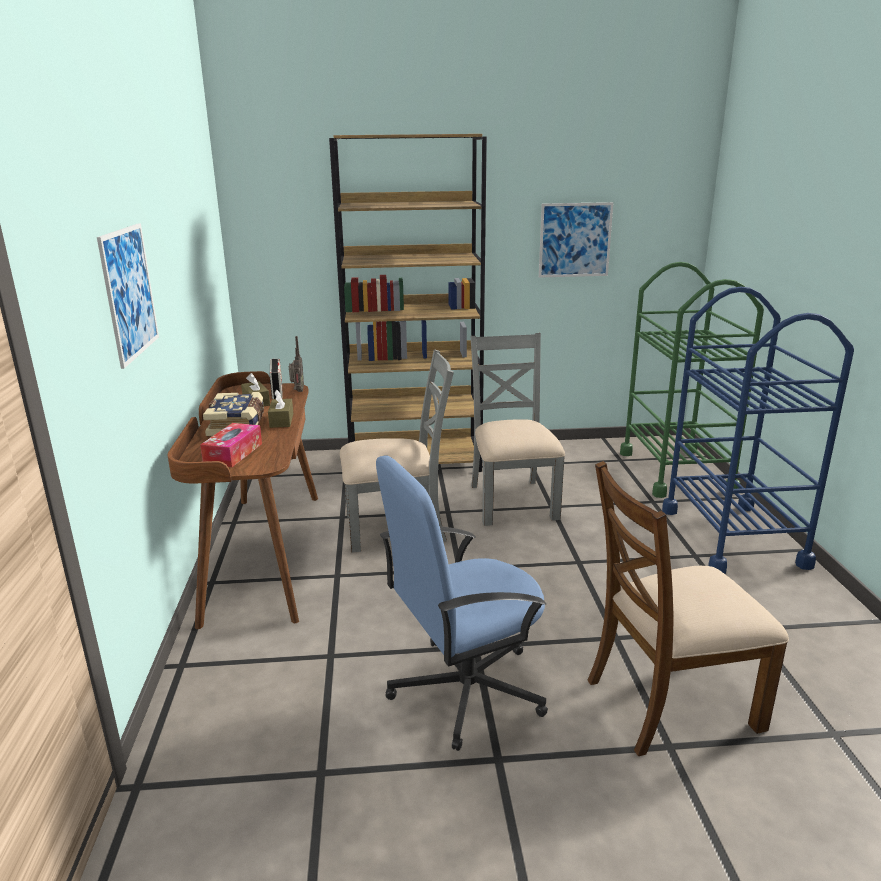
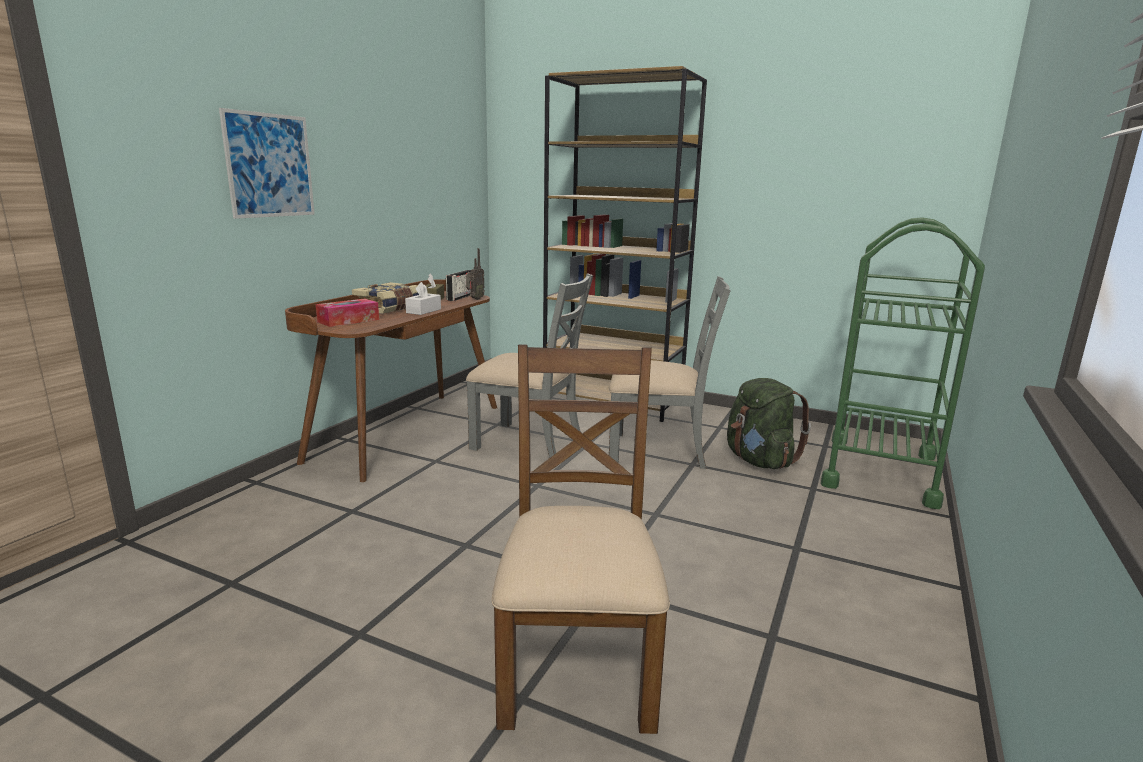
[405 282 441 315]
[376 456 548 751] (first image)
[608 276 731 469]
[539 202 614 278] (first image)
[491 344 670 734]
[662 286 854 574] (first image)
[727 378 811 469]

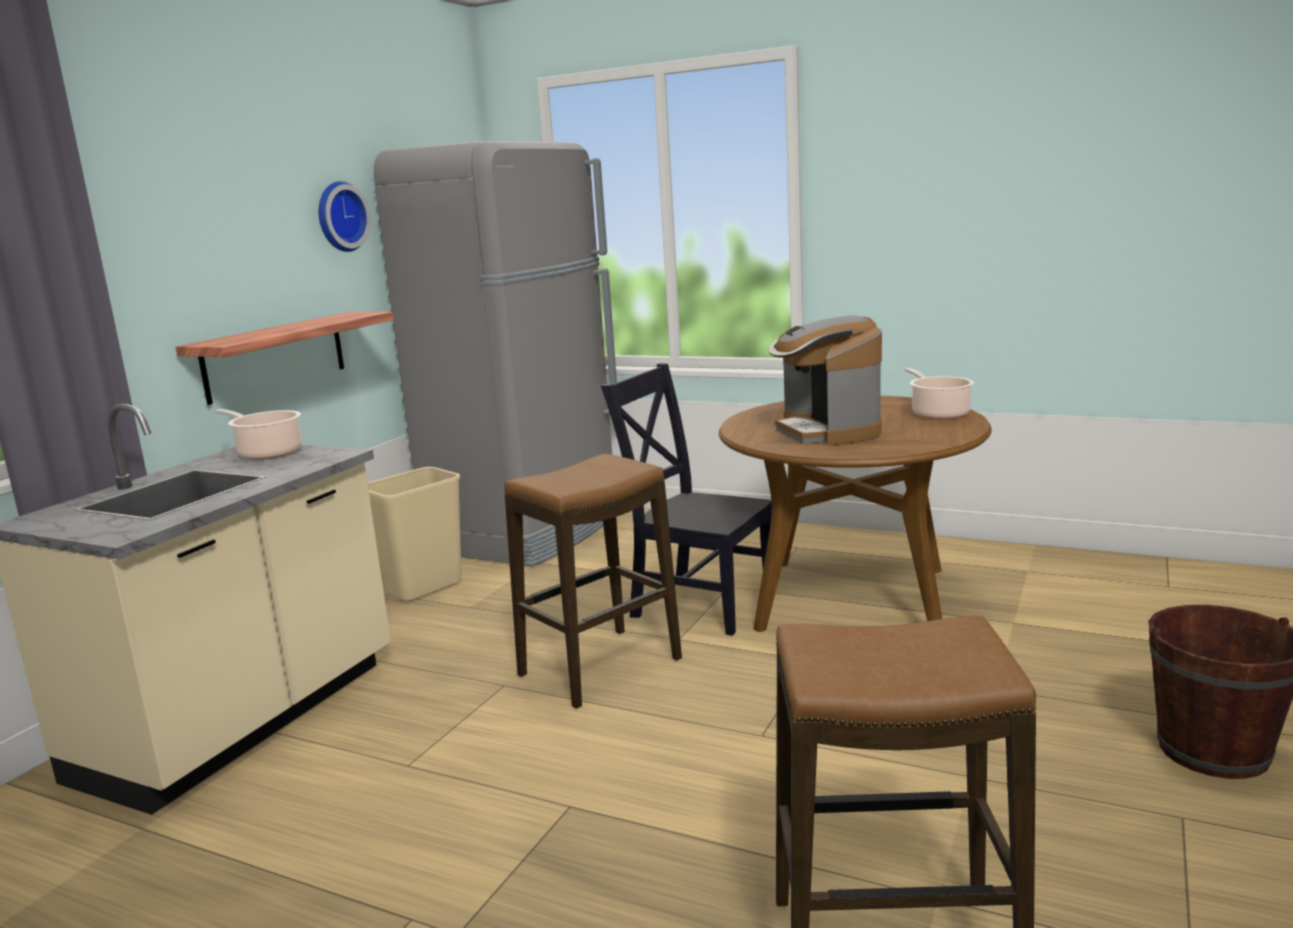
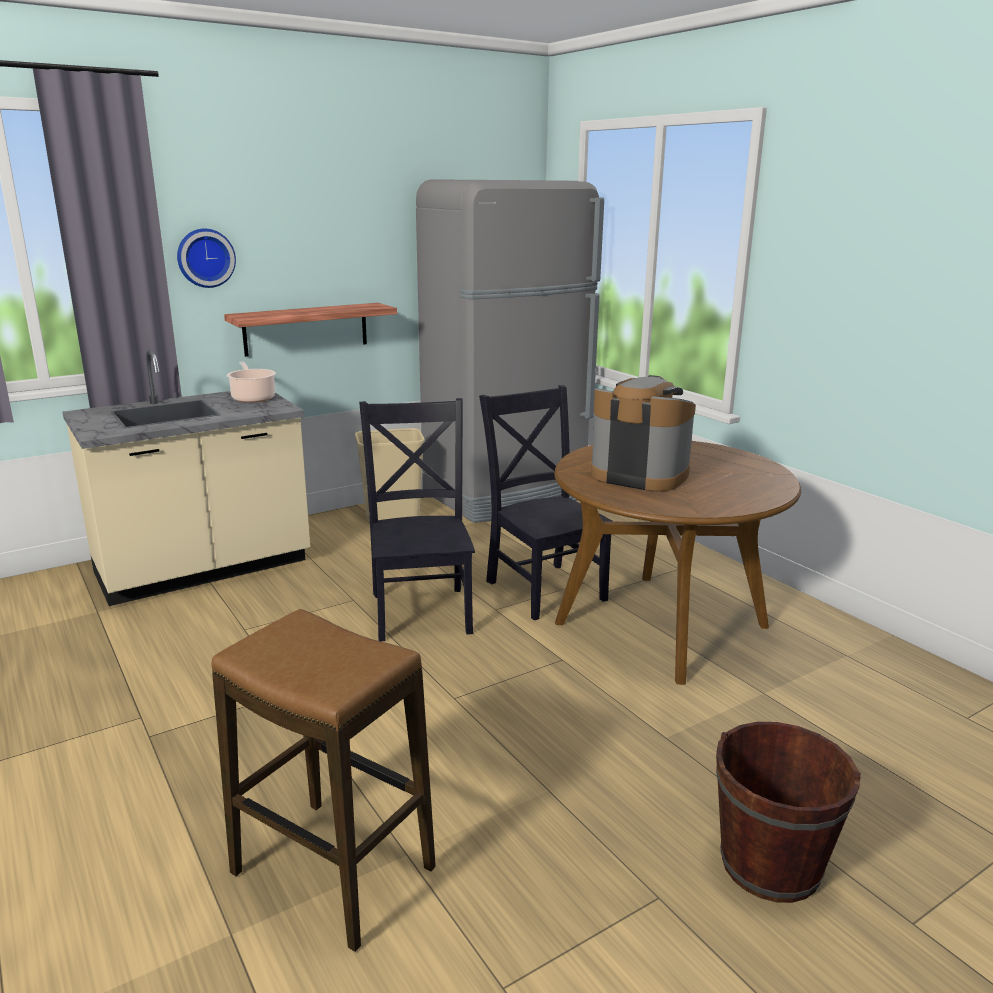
[177 229 236 288]
[359 398 475 641]
[591 375 696 492]
[905 368 974 419] (first image)

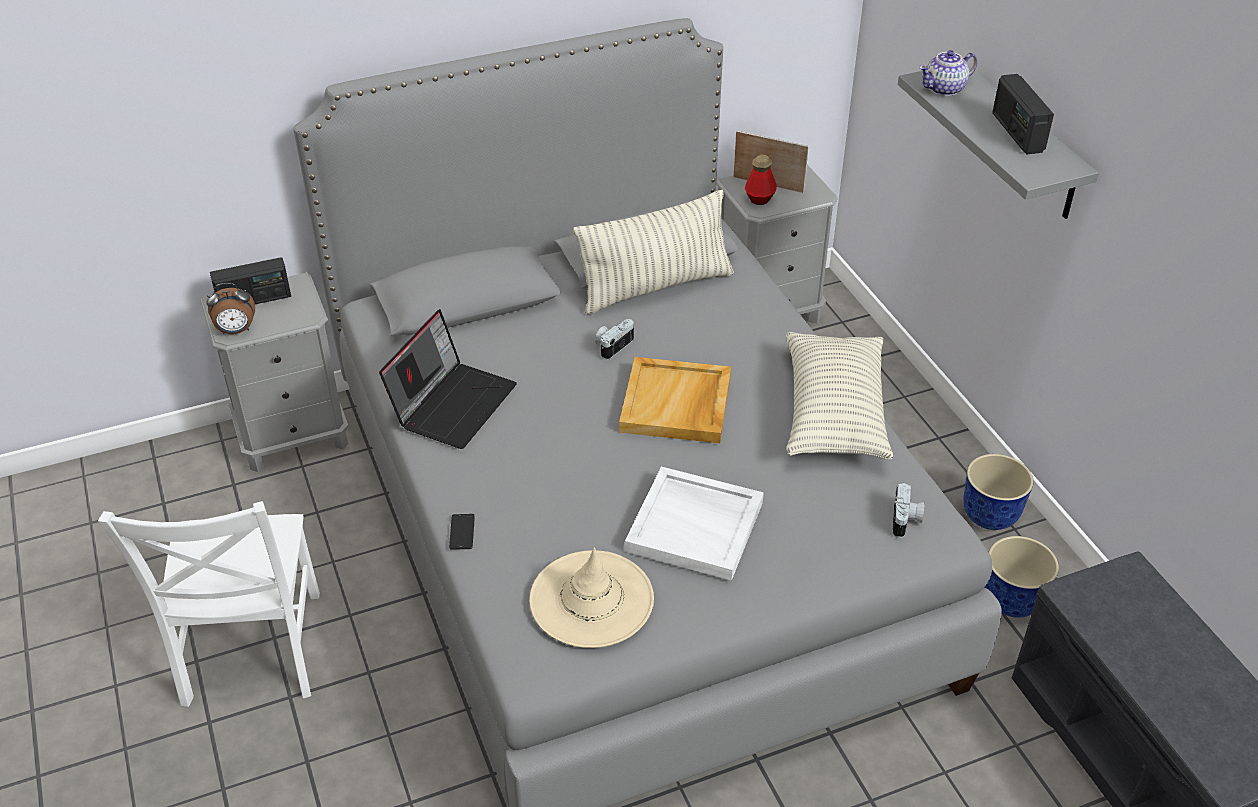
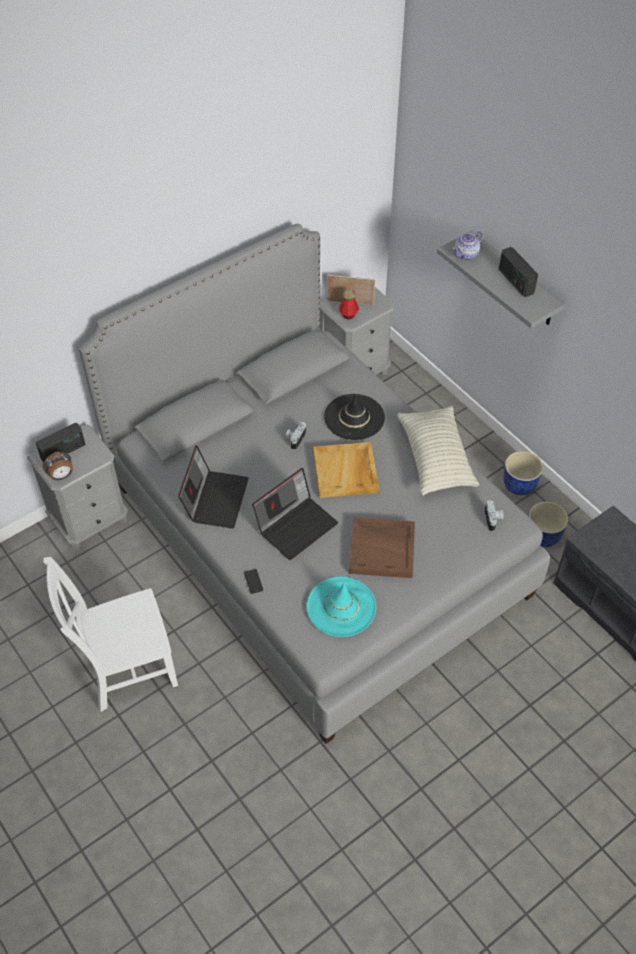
[43 557 178 712]
[307 576 376 637]
[573 189 734 315] (first image)
[349 517 415 578]
[252 468 338 560]
[324 394 385 440]

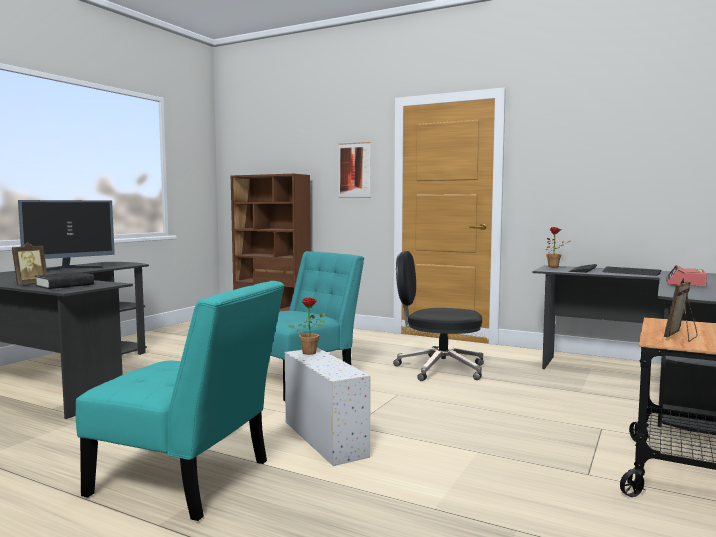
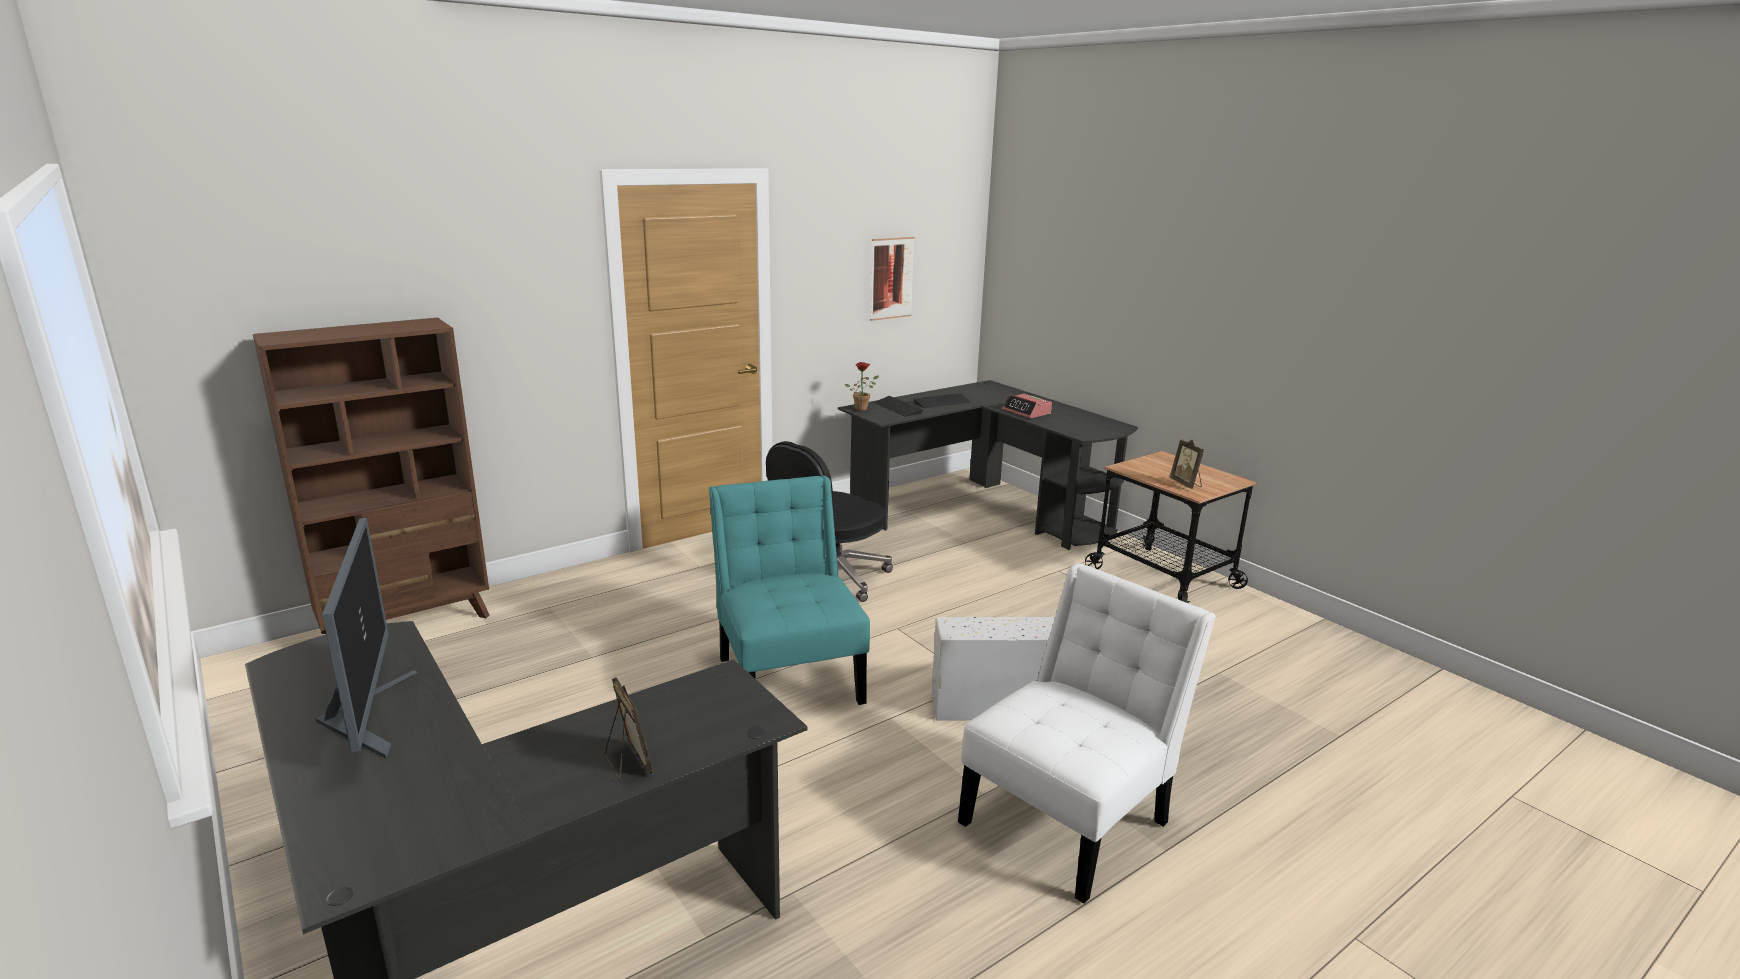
[35 272 94 289] (first image)
[958 563 1216 904]
[288 297 326 355] (first image)
[870 237 915 321]

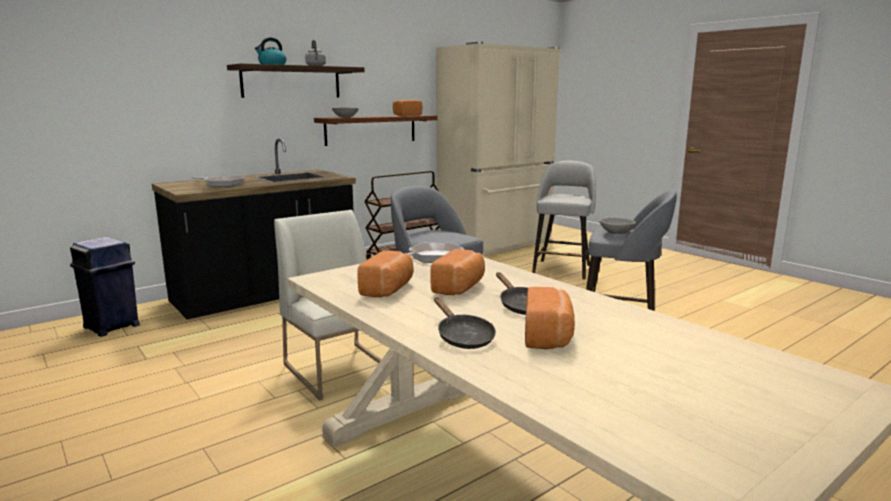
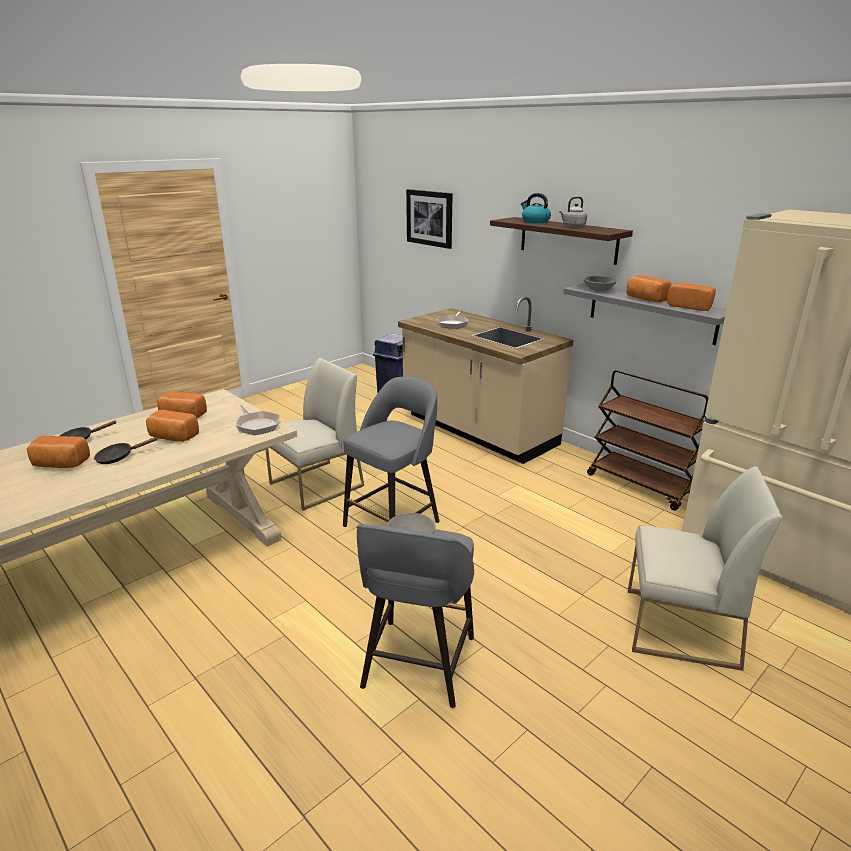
[398 297 573 464]
[563 283 726 345]
[628 466 783 671]
[406 189 453 249]
[627 275 671 302]

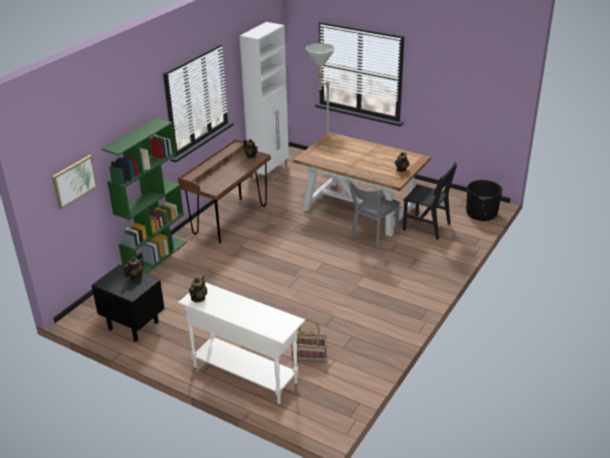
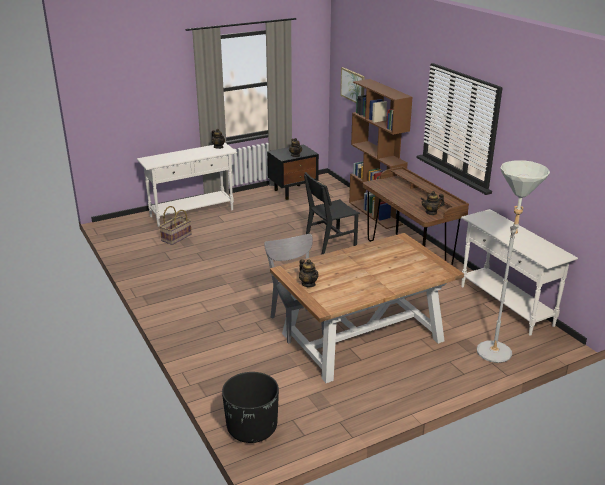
[349 79 413 229]
[461 209 578 336]
[304 172 360 255]

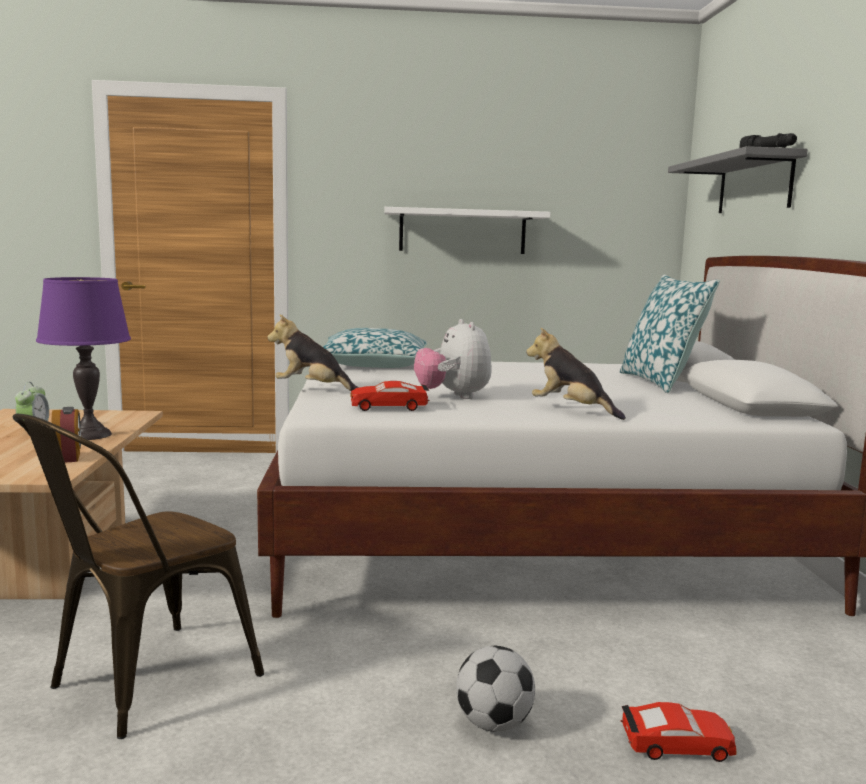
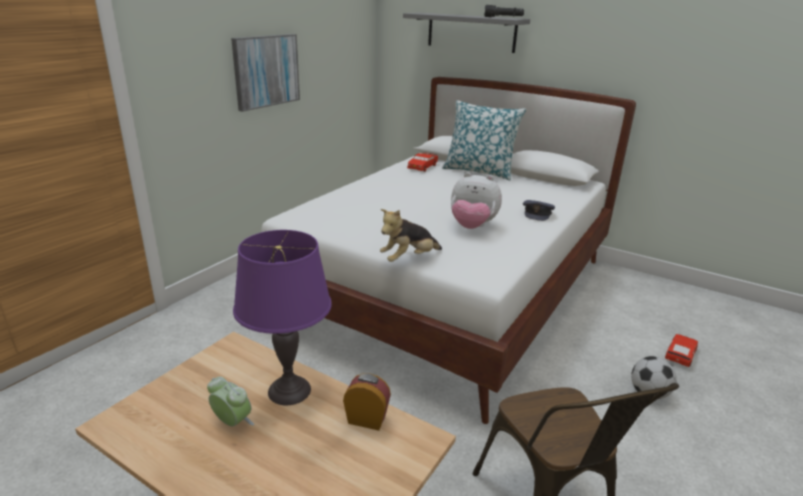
[323 328 427 368] (first image)
[407 152 438 172]
[231 34 300 112]
[523 200 555 221]

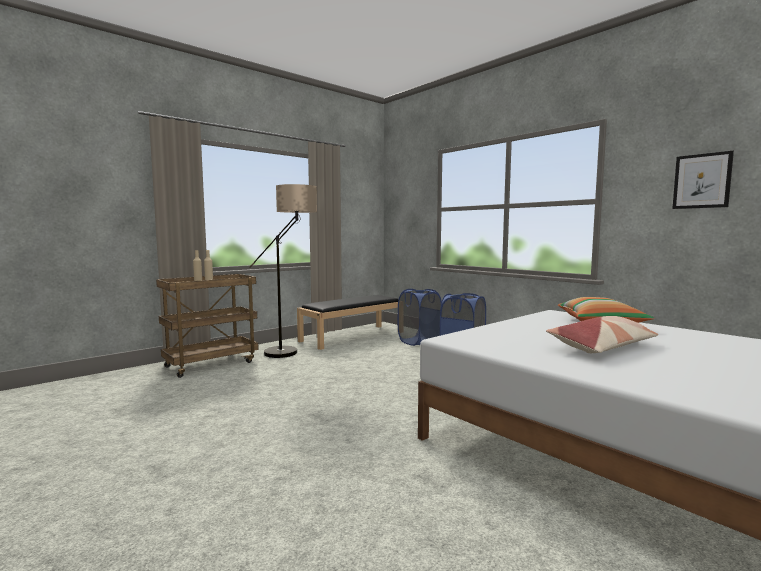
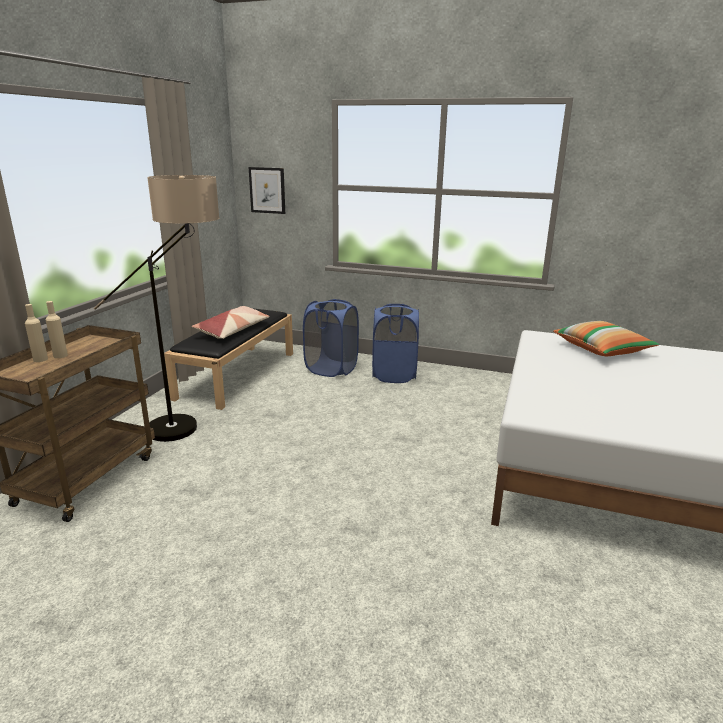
[192 306 270 339]
[249 167 285 214]

